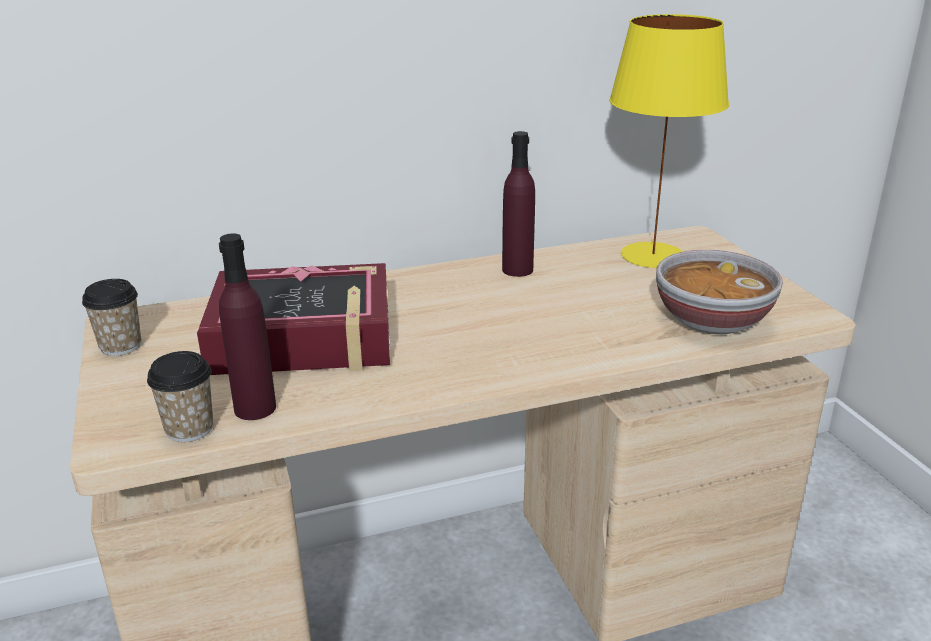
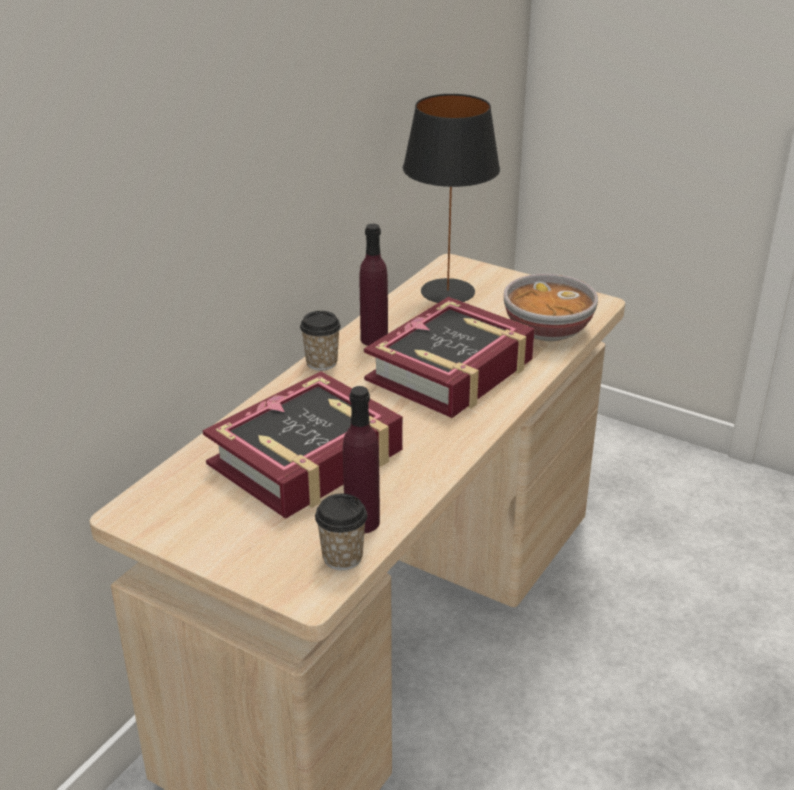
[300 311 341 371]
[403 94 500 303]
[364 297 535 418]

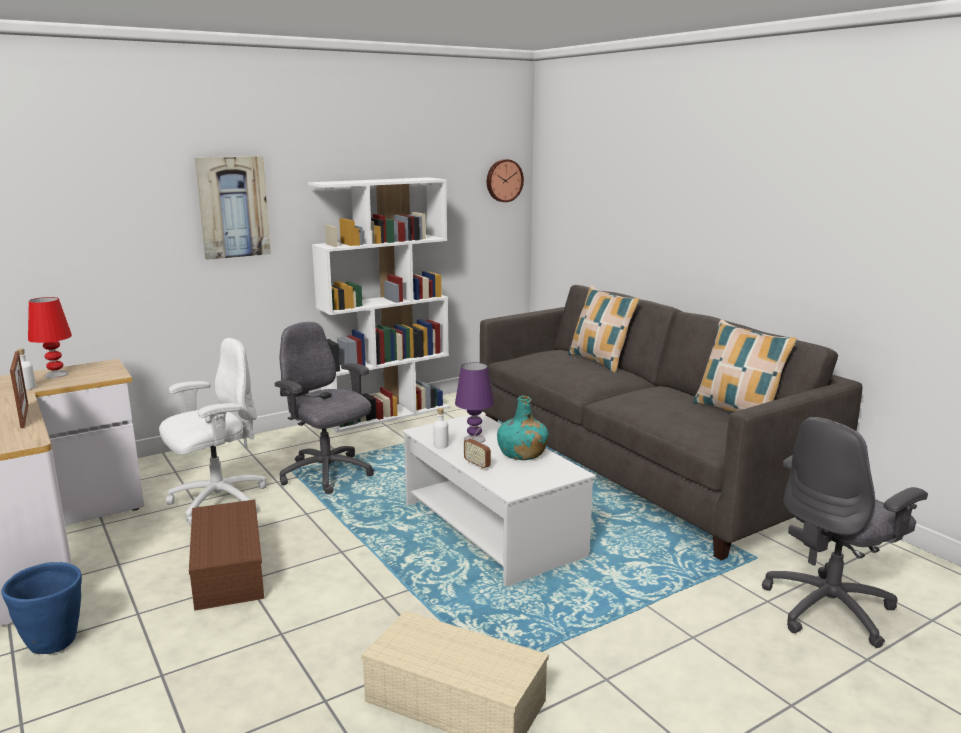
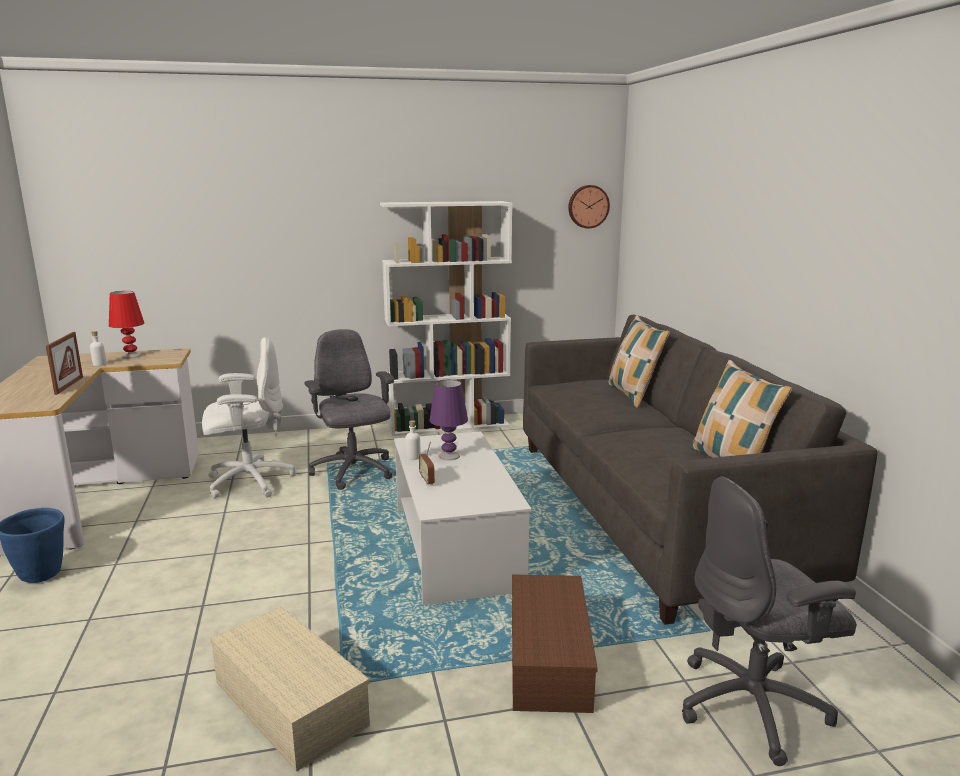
[512 574 598 713]
[195 156 271 260] (first image)
[497 396 549 460] (first image)

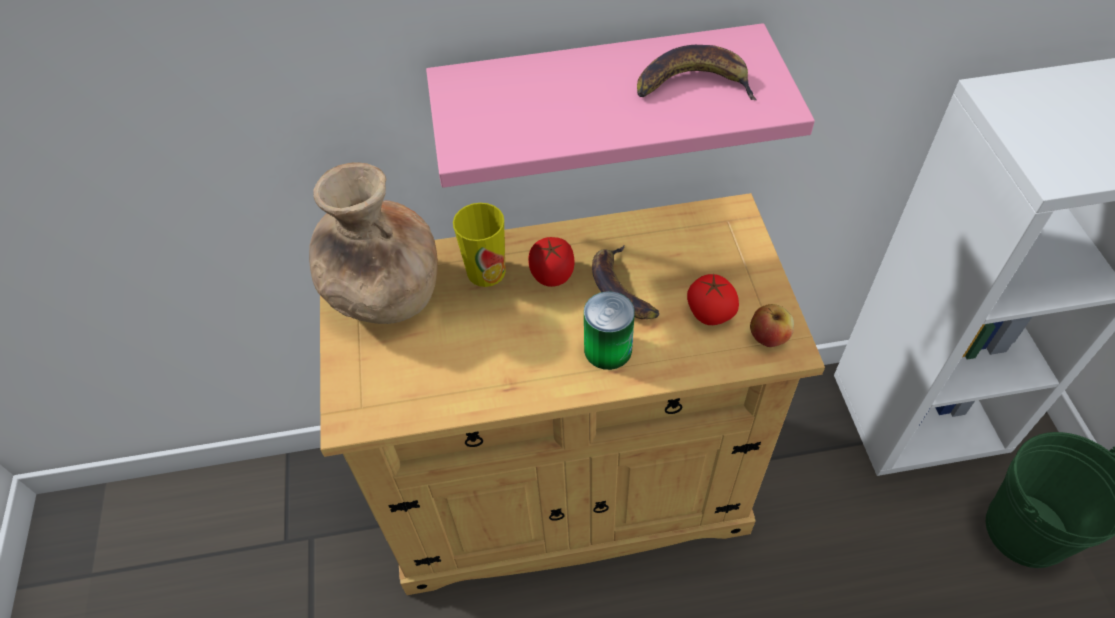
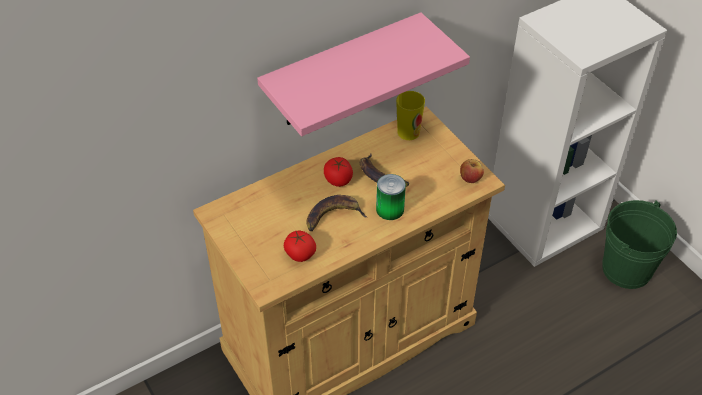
[309 162 438 324] (first image)
[396 91 425 140]
[307 195 367 231]
[284 231 316 262]

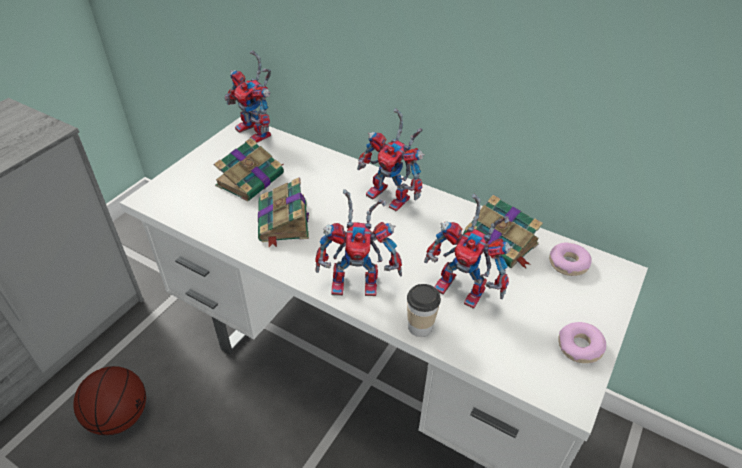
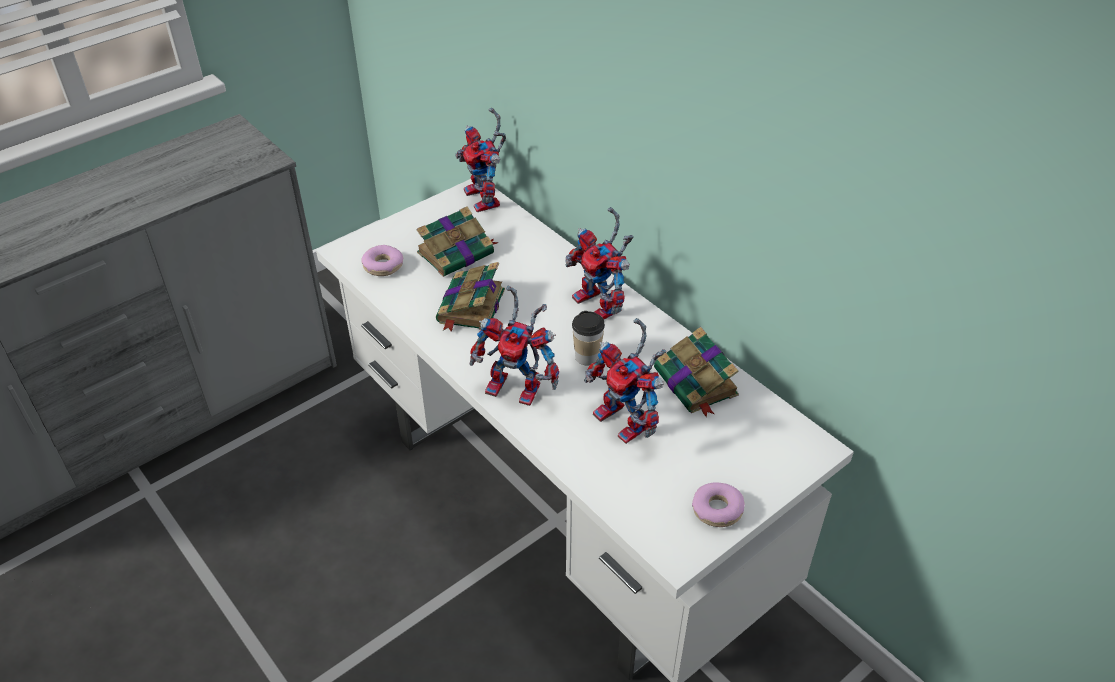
[74 366 146 435] (first image)
[572 311 605 365]
[362 245 403 276]

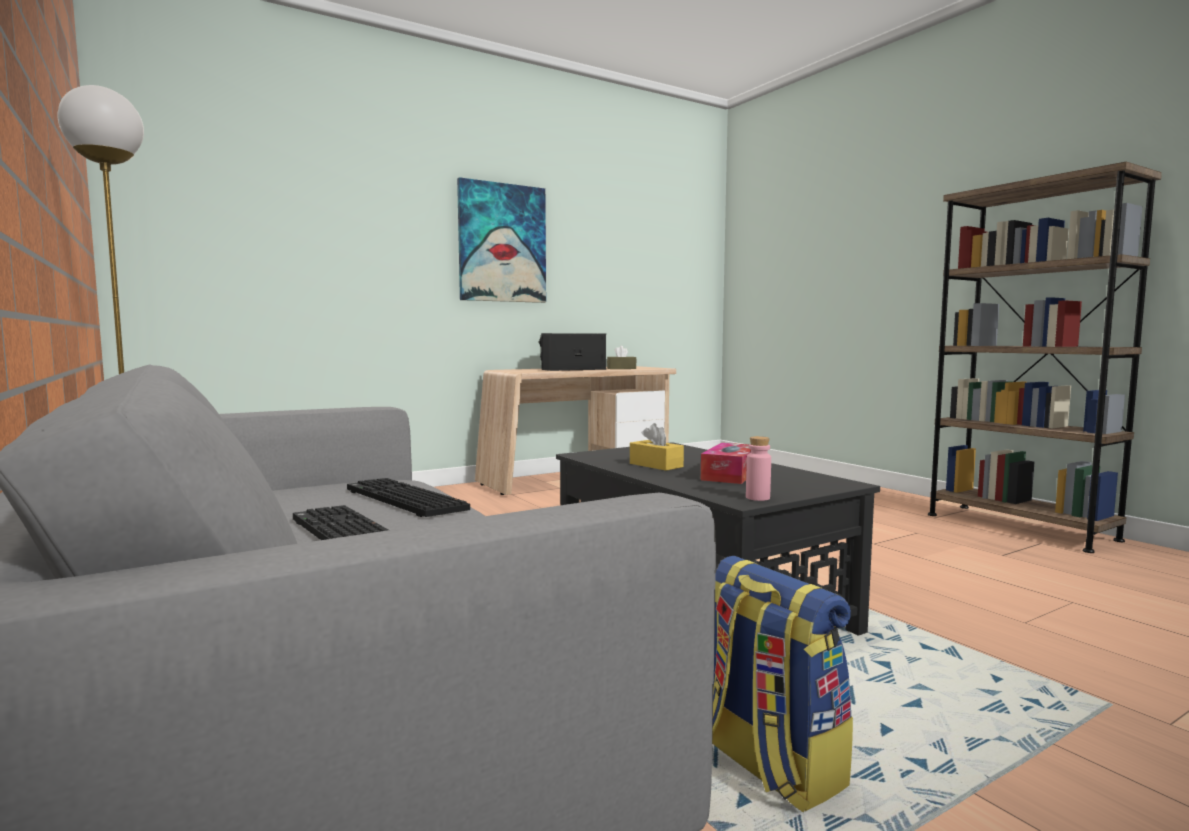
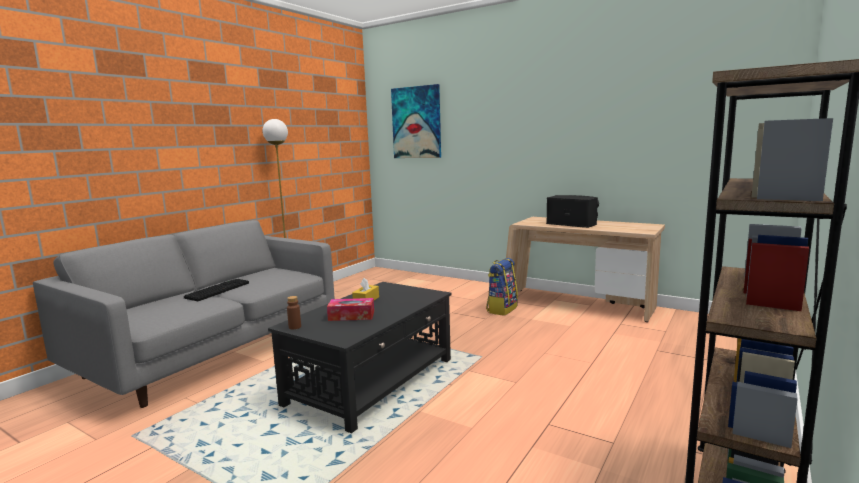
[347 478 470 517] (first image)
[391 84 441 158]
[607 346 636 369] (first image)
[486 258 518 316]
[287 296 301 329]

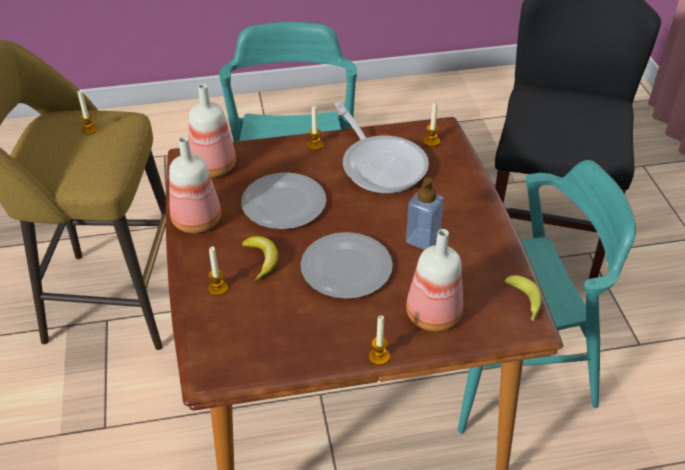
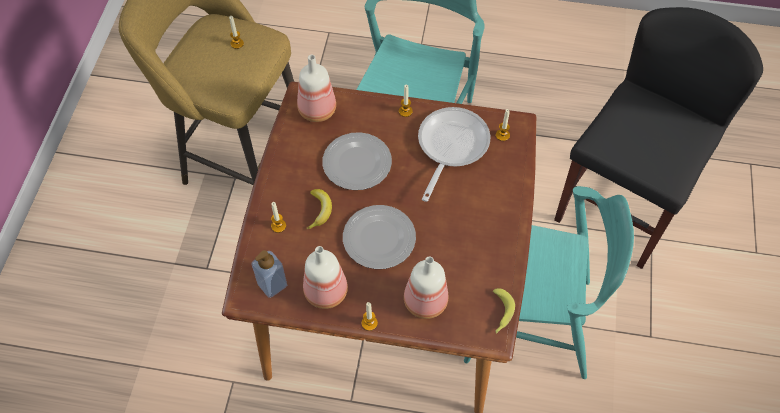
[303 246 348 309]
[418 107 490 202]
[251 250 287 298]

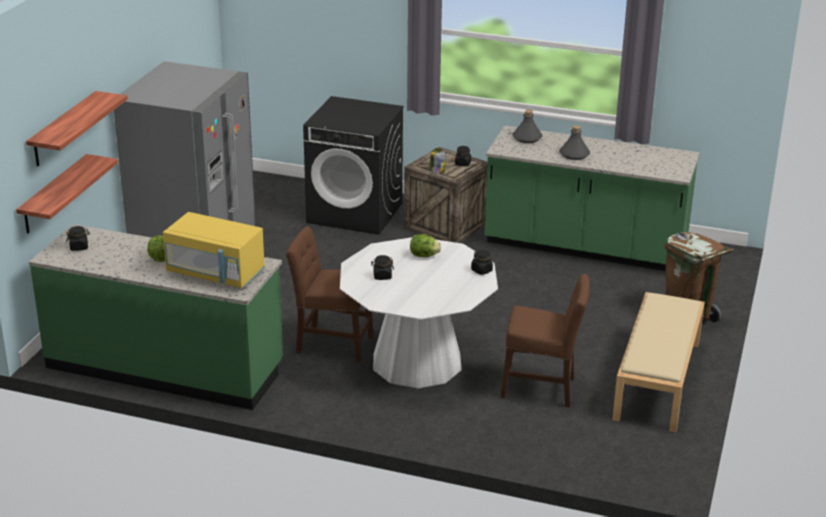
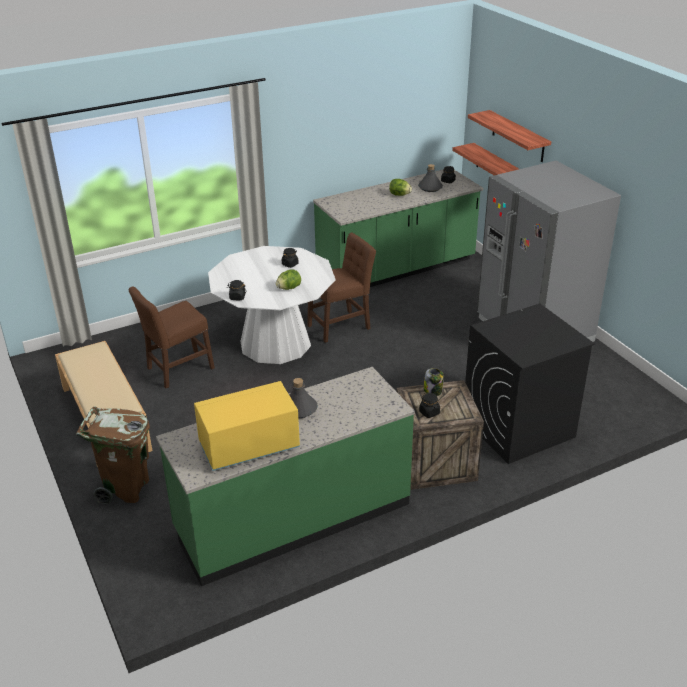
[194 381 300 471]
[418 164 443 192]

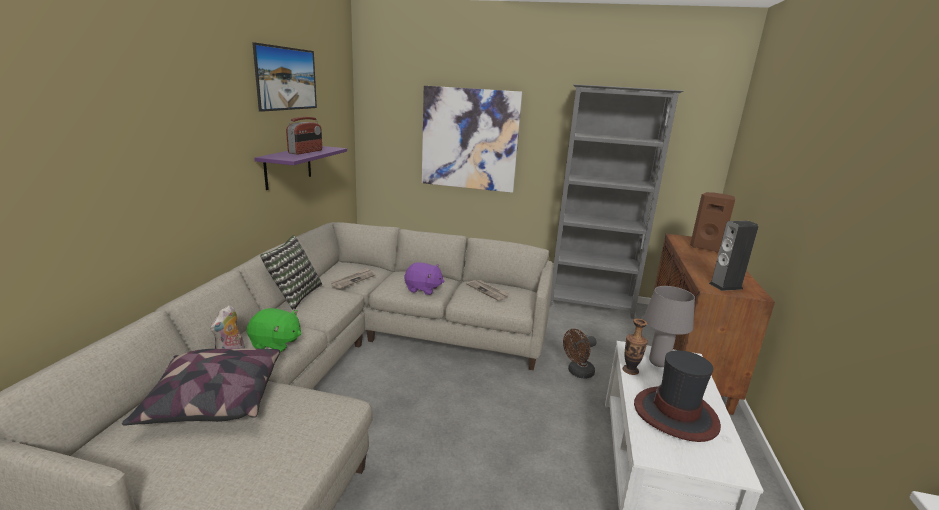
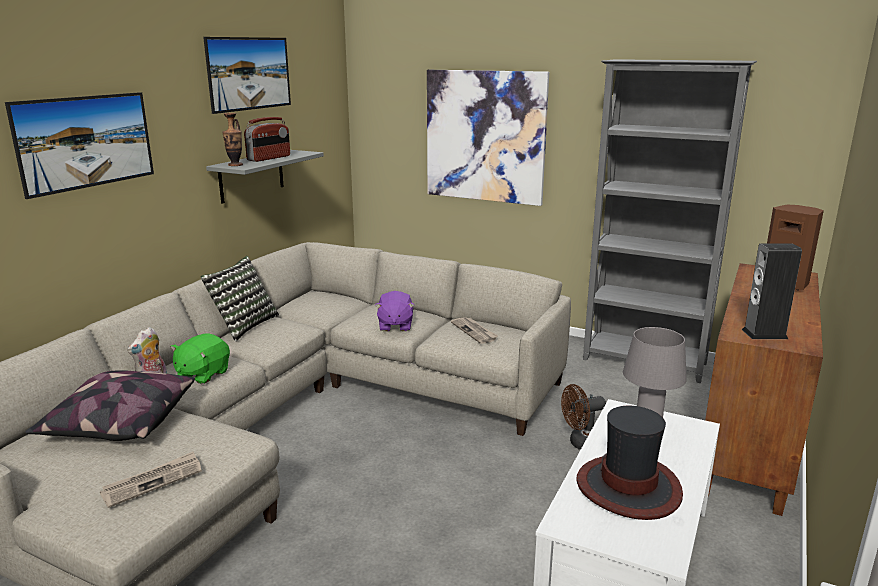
[171 334 230 384]
[206 150 324 204]
[100 451 202 508]
[375 291 414 332]
[222 113 243 166]
[5 92 154 199]

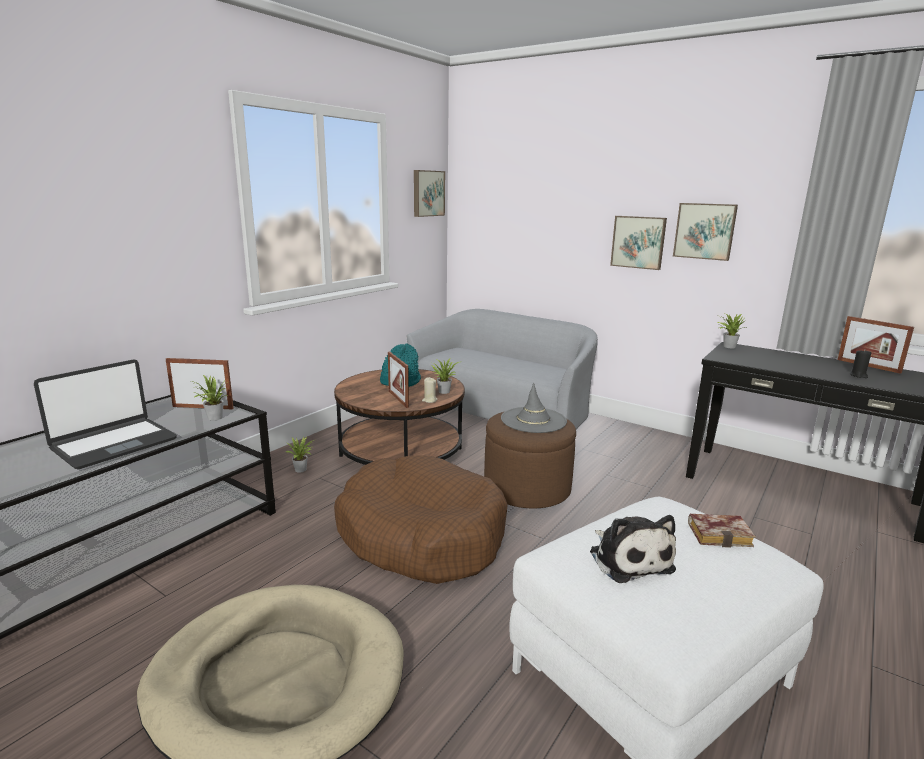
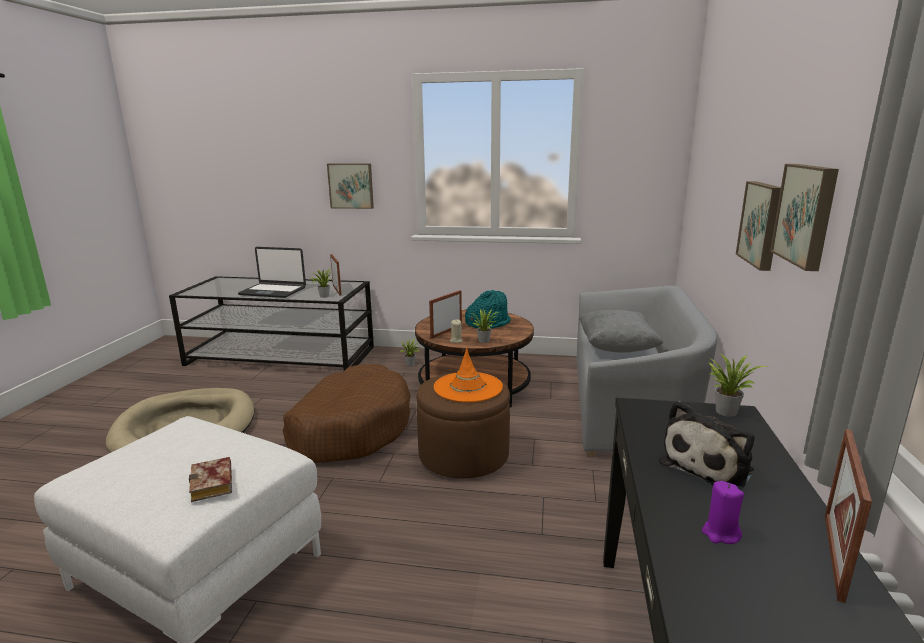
[327 163 374 209]
[434 348 503 402]
[659 401 755 490]
[702 481 744 544]
[579 310 663 353]

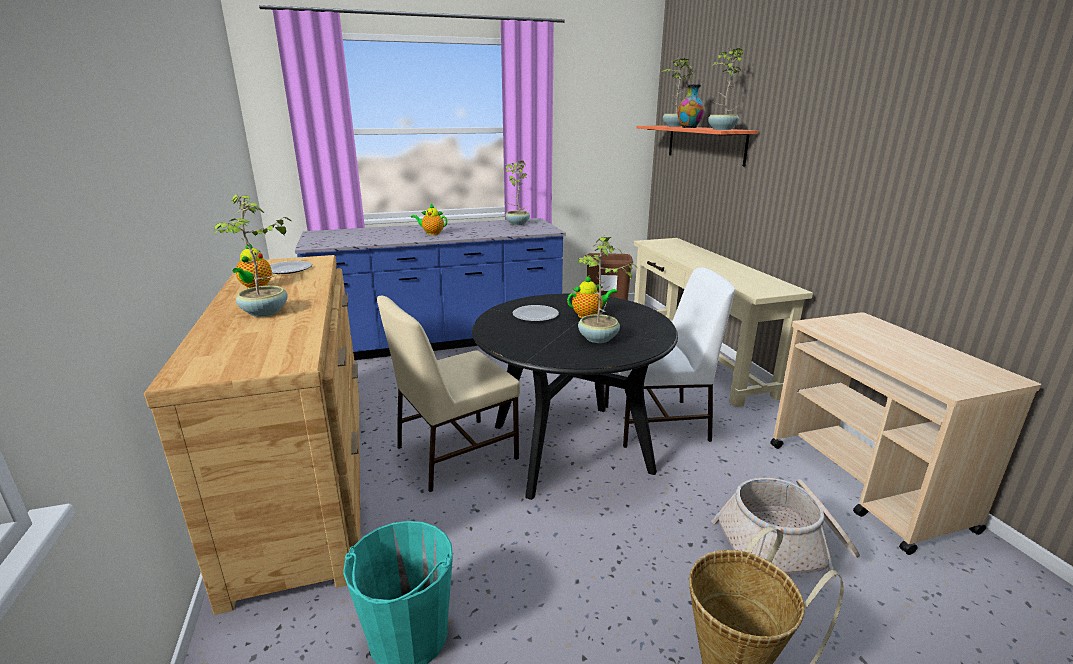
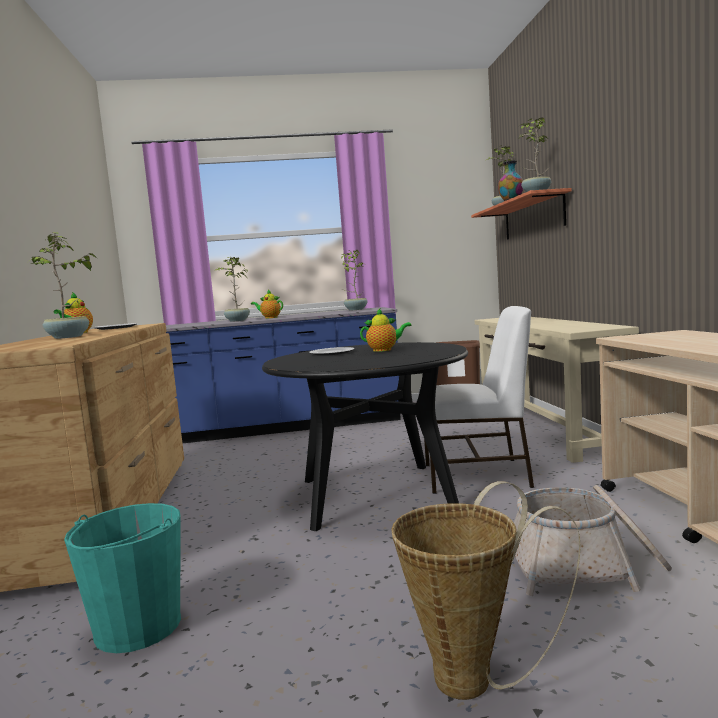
[377 296 520 492] (first image)
[214 257 250 322]

